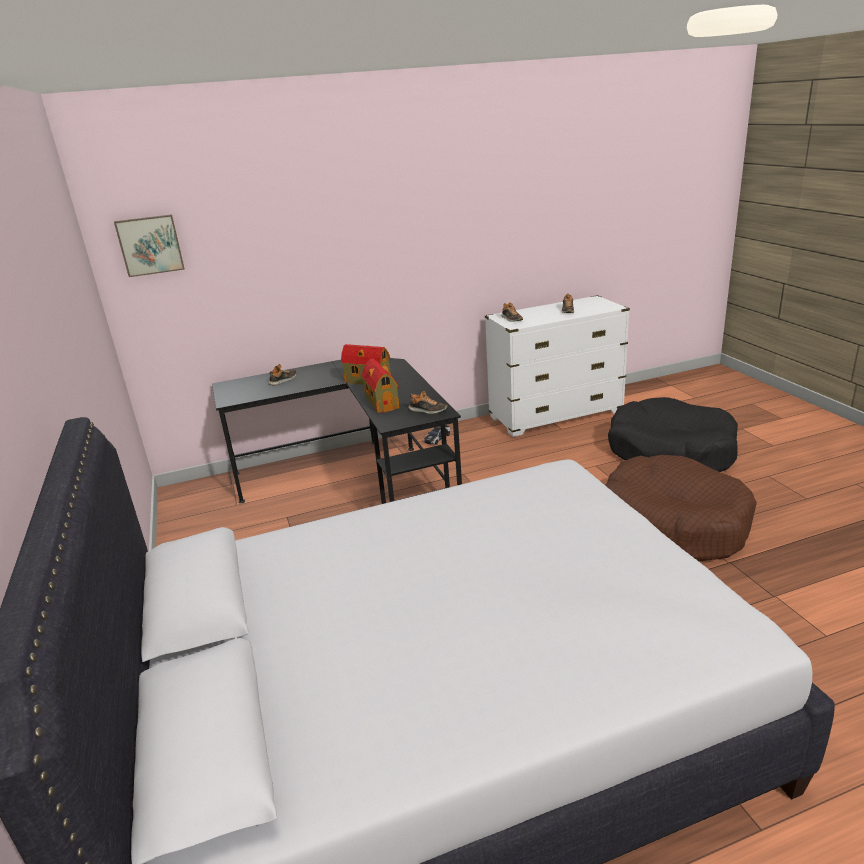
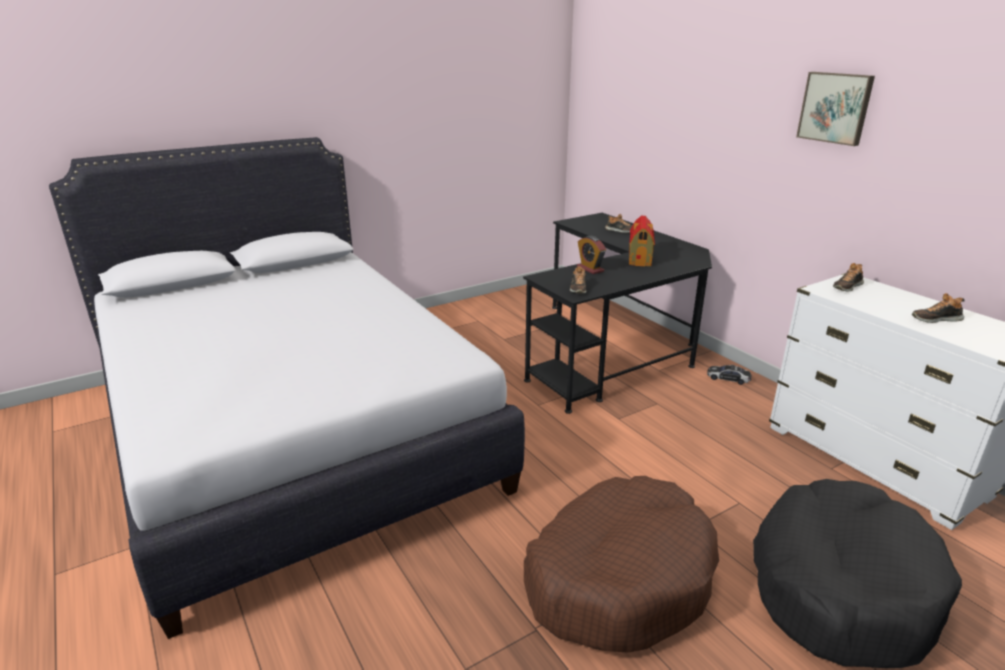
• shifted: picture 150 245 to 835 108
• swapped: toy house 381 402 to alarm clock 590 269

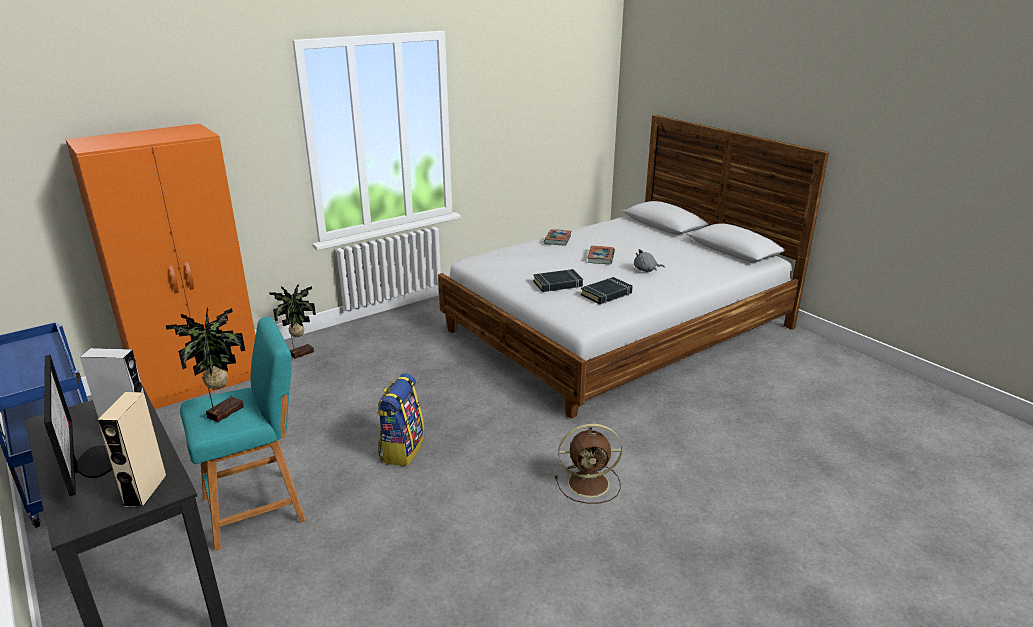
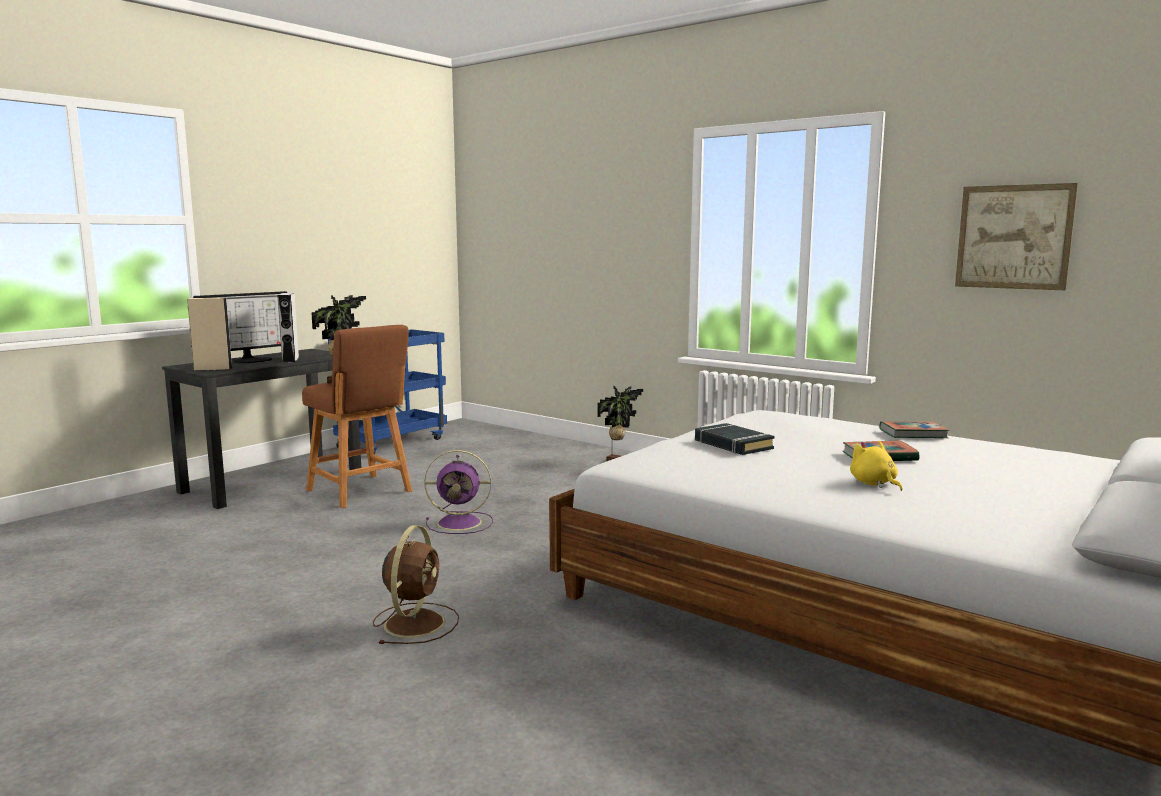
• gone: orange wardrobe 200 381
• gone: black book 606 294
• new: picture 1014 237
• swapped: backpack 402 449 to purple fan 461 523
• repainted: turquoise stool 259 507 to brown stool 361 492
• repainted: grey plush toy 646 270 to yellow plush toy 874 484
• rotated: brown fan 590 483 = 415 622 150 degrees counterclockwise

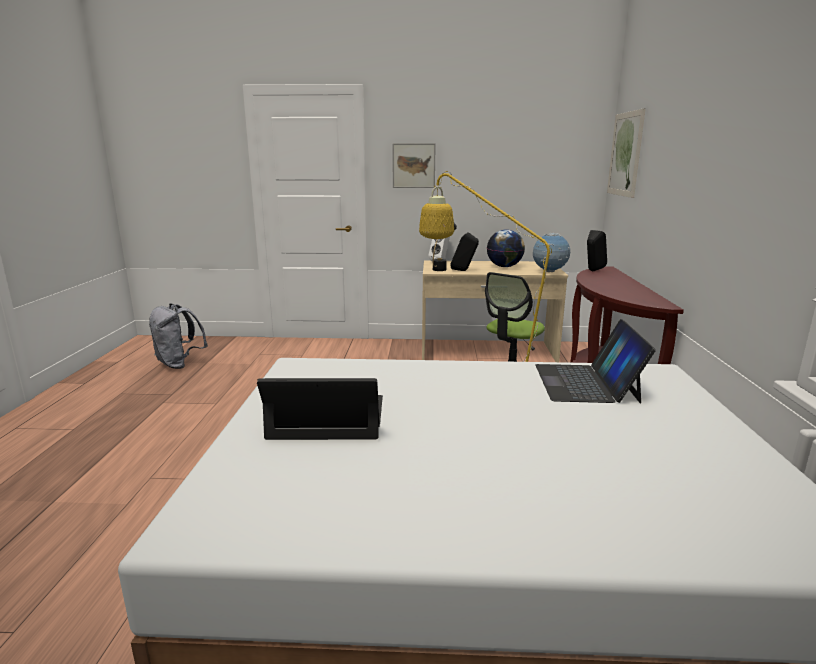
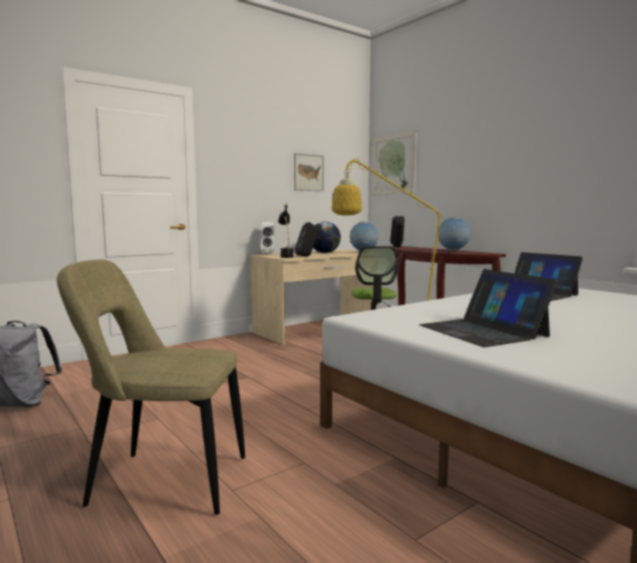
• new: beige chair 162 481
• new: globe 453 251
• shifted: picture 413 165 to 308 172
• rotated: laptop 327 417 = 483 331 75 degrees counterclockwise

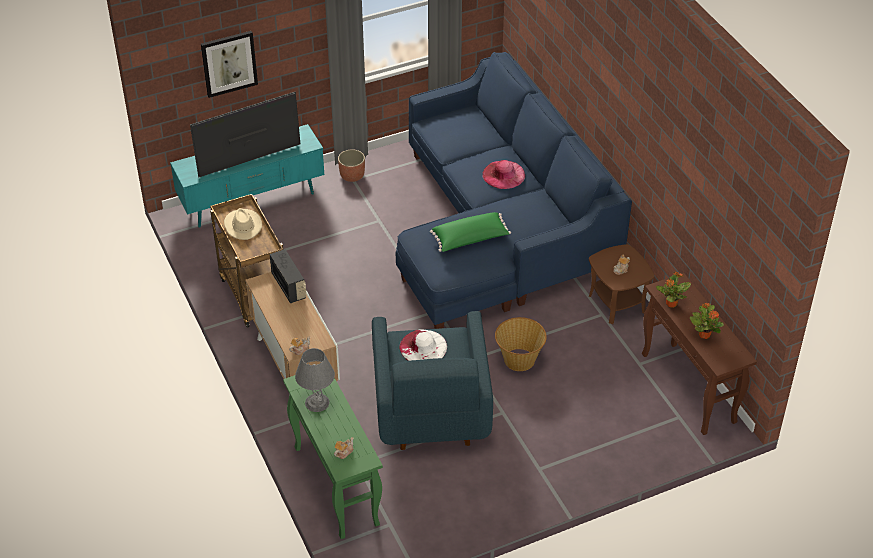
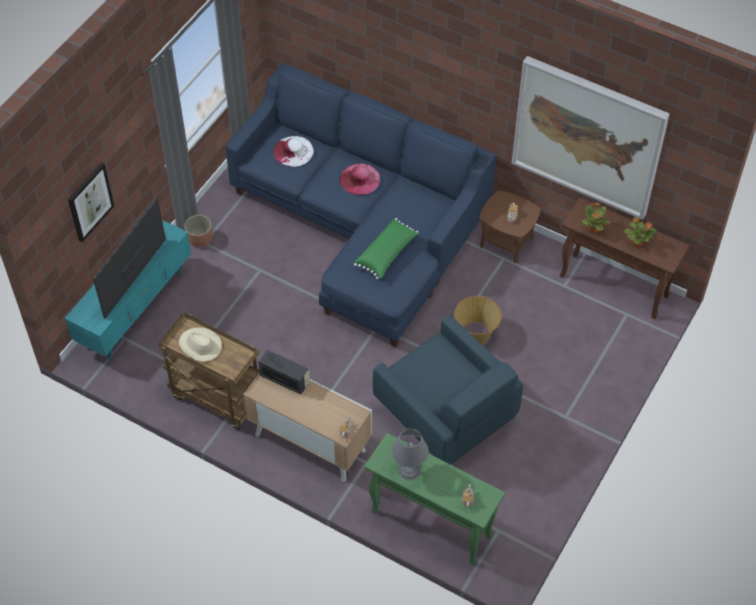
• new: picture 588 136
• shifted: white hat 423 347 to 293 151

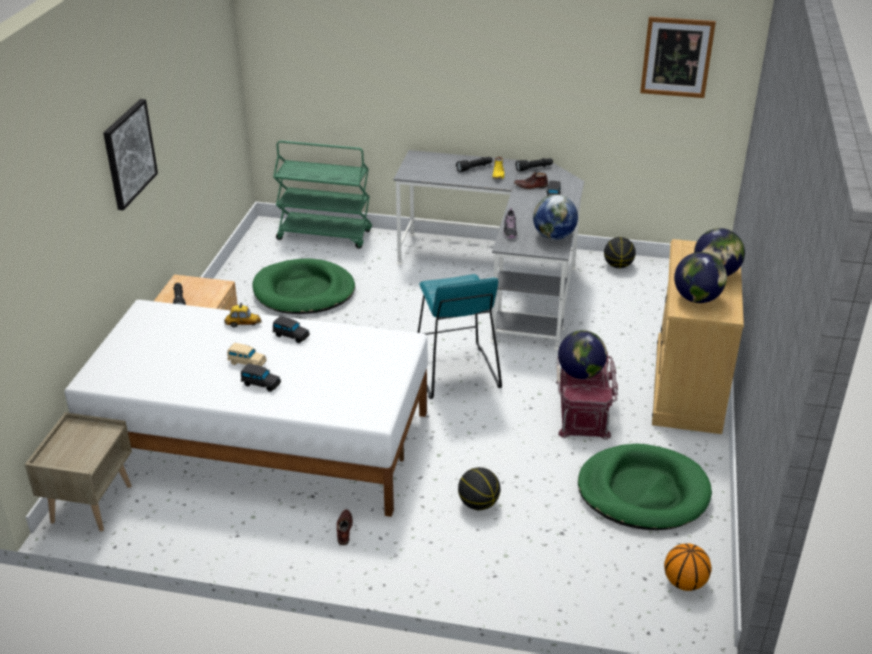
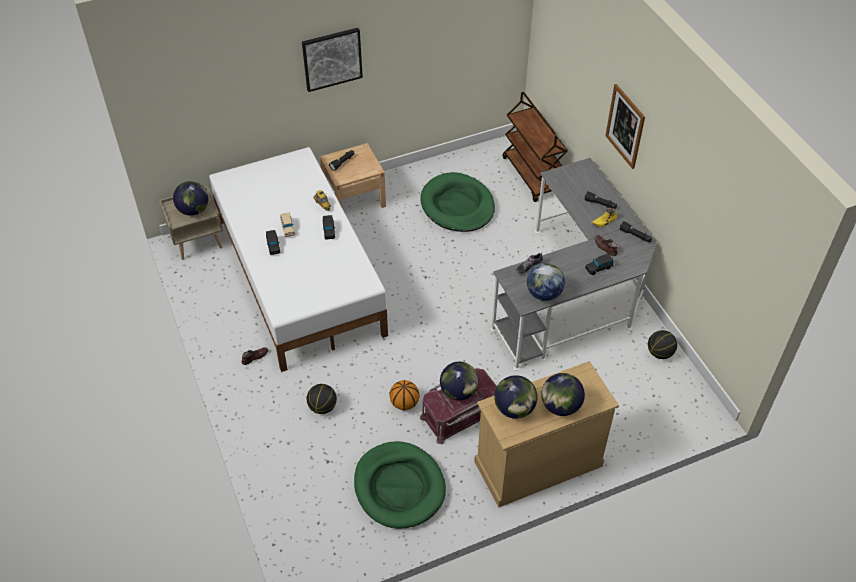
• gone: turquoise stool 455 372
• new: globe 193 210
• shifted: picture 677 57 to 625 126
• shifted: basketball 684 582 to 404 403
• repainted: green cart 325 235 to brown cart 532 176

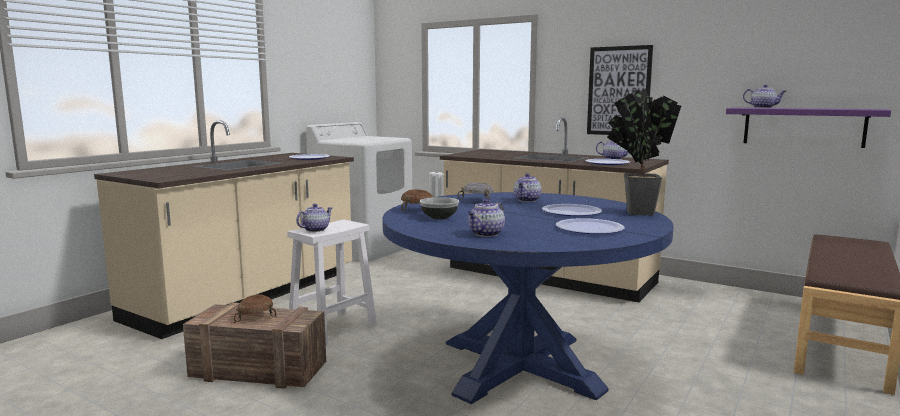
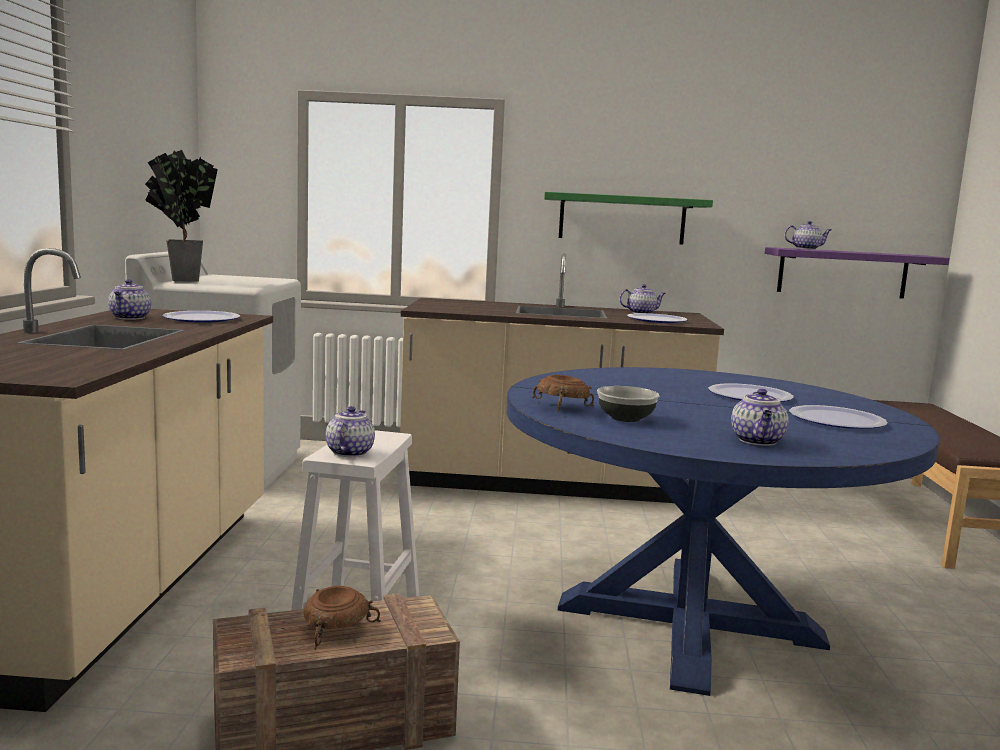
• gone: grey bowl 478 201
• shifted: teapot 527 200 to 130 318
• shifted: potted plant 634 212 to 180 279
• swapped: picture 619 91 to green shelf 622 219

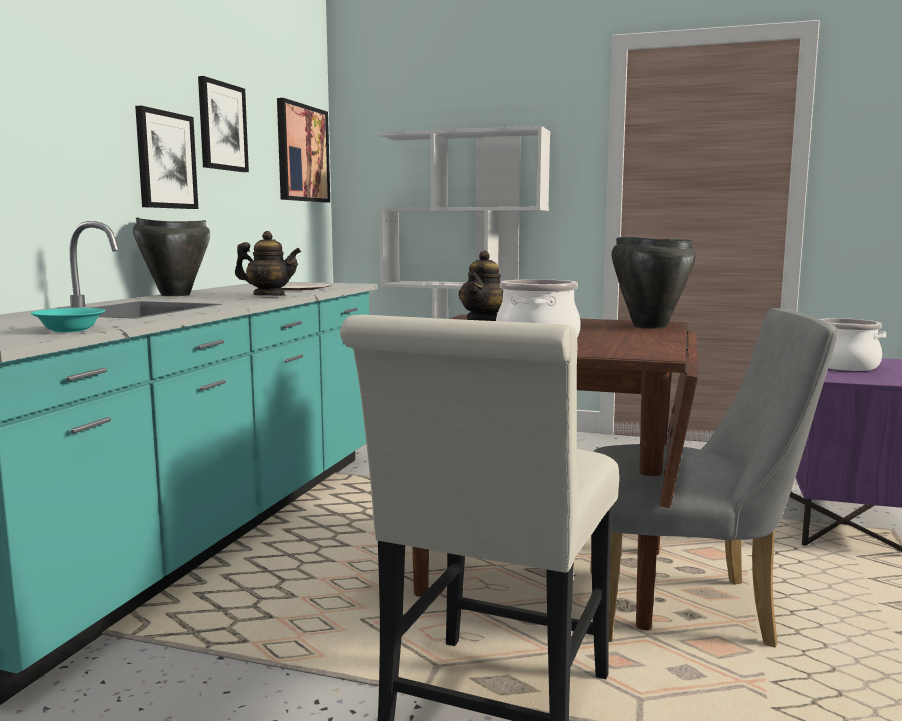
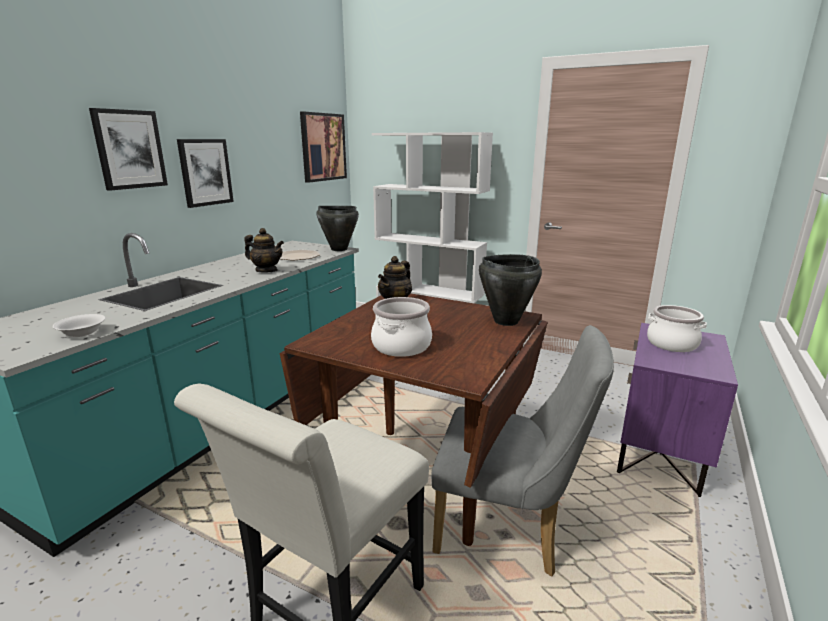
• shifted: black cooking pot 175 295 to 339 249
• shifted: picture 222 126 to 129 149
• repainted: turquoise bowl 70 330 to white bowl 82 332

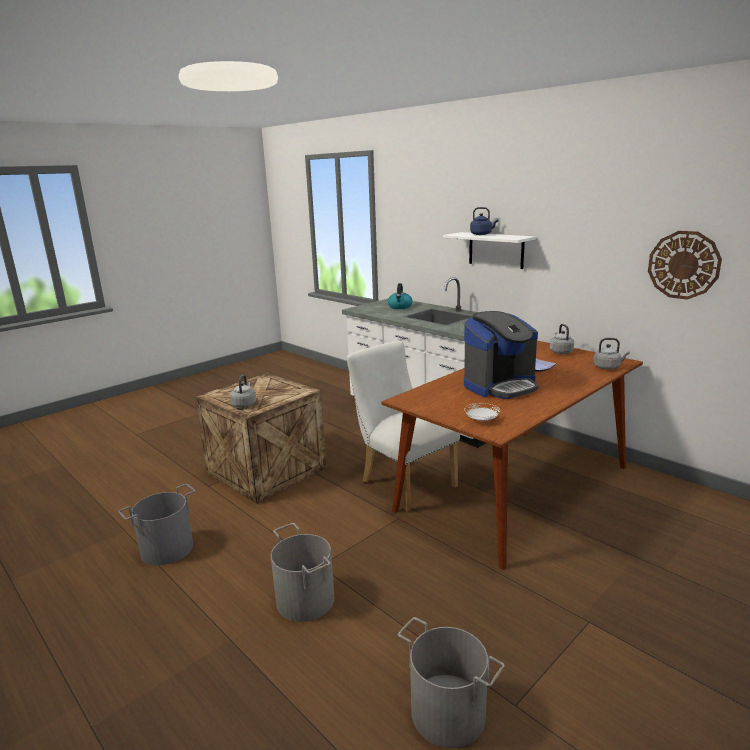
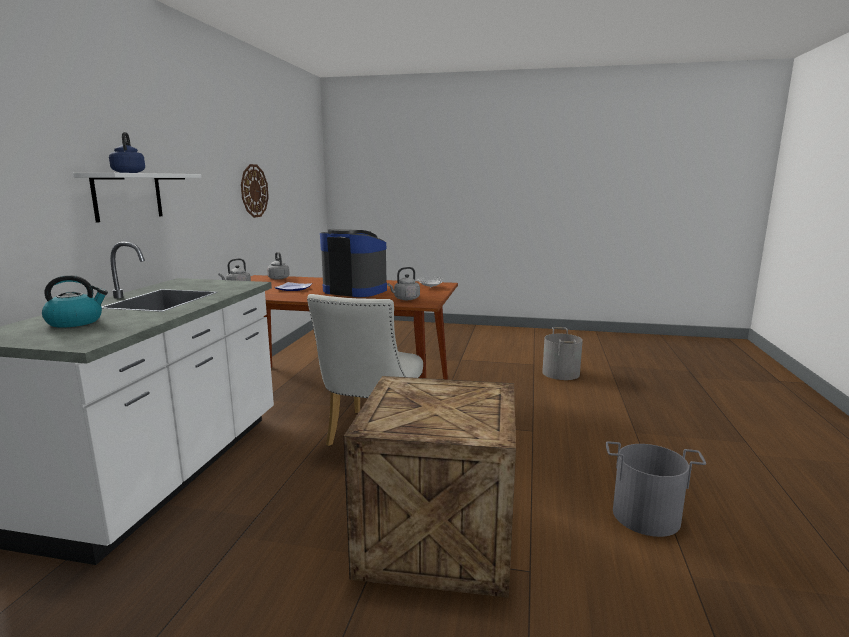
• gone: grey bucket 304 600
• shifted: grey kettle 244 404 to 405 299

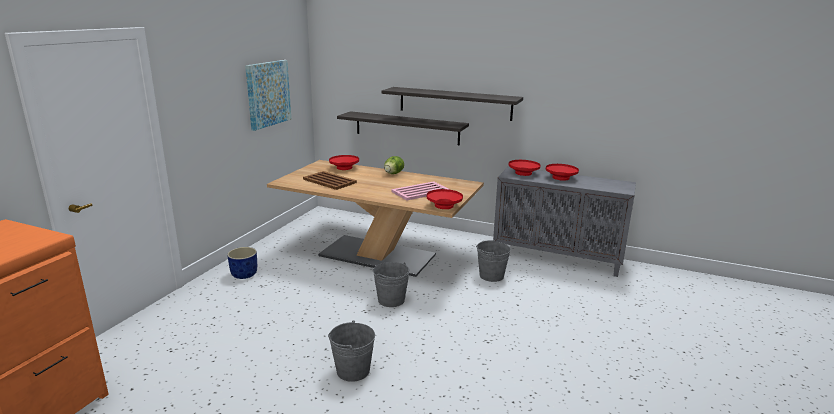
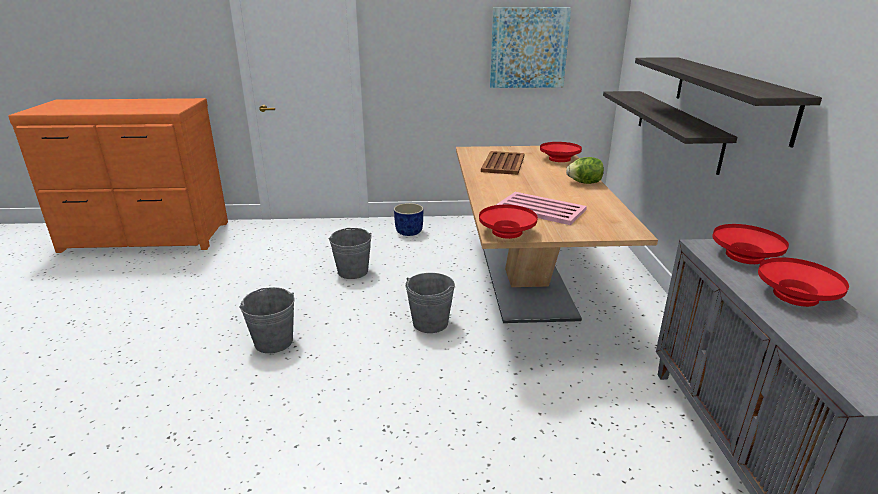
• shifted: grey bucket 491 275 to 353 271

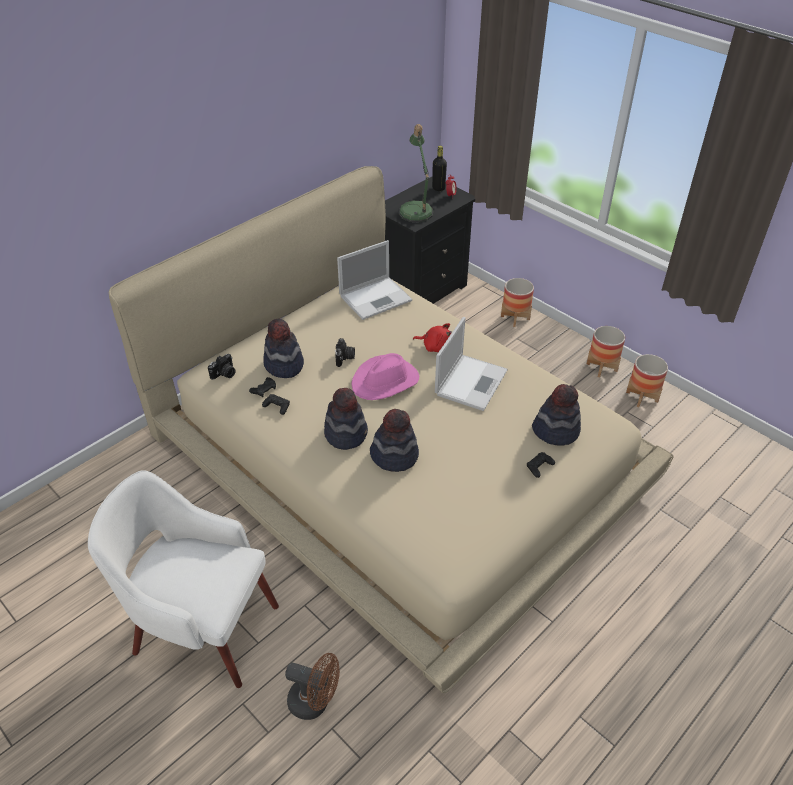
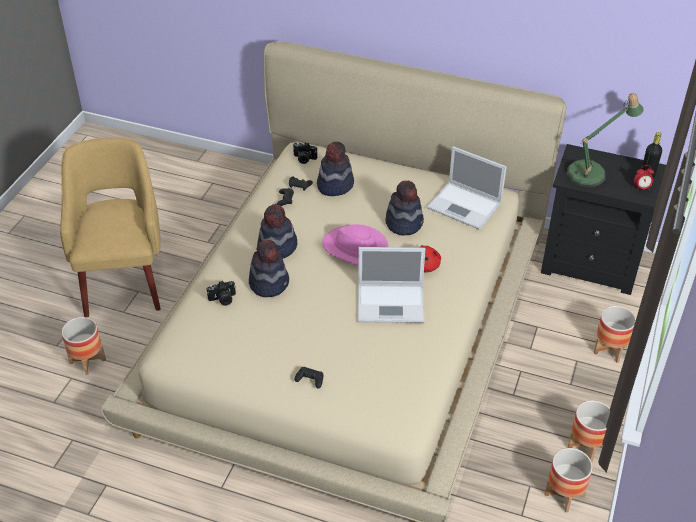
• shifted: photo camera 345 358 to 223 299
• shifted: hat 555 430 to 404 223
• swapped: brown fan 315 702 to planter 88 361
• repainted: white armchair 202 627 to yellow armchair 123 278

